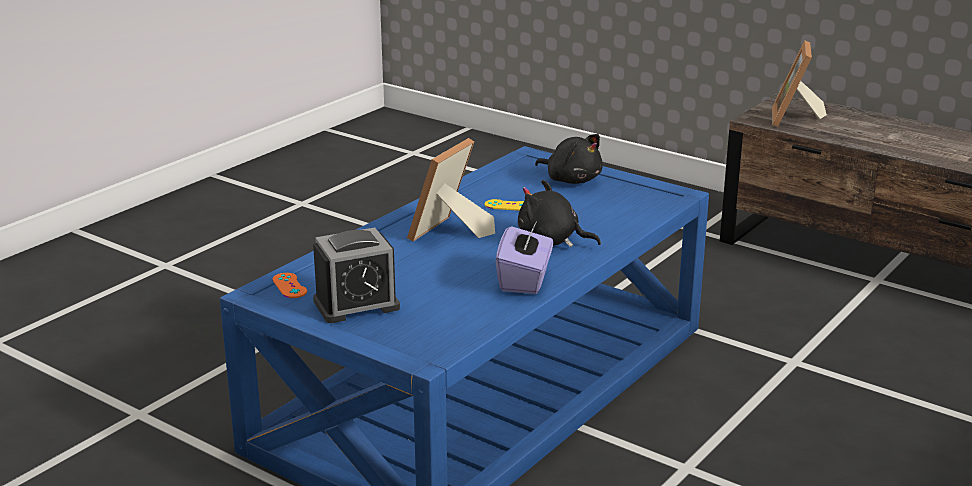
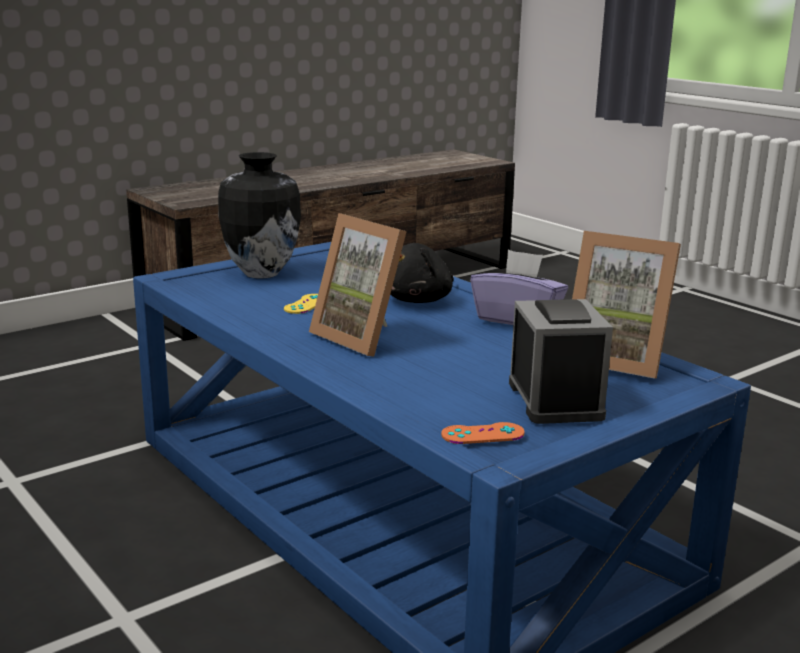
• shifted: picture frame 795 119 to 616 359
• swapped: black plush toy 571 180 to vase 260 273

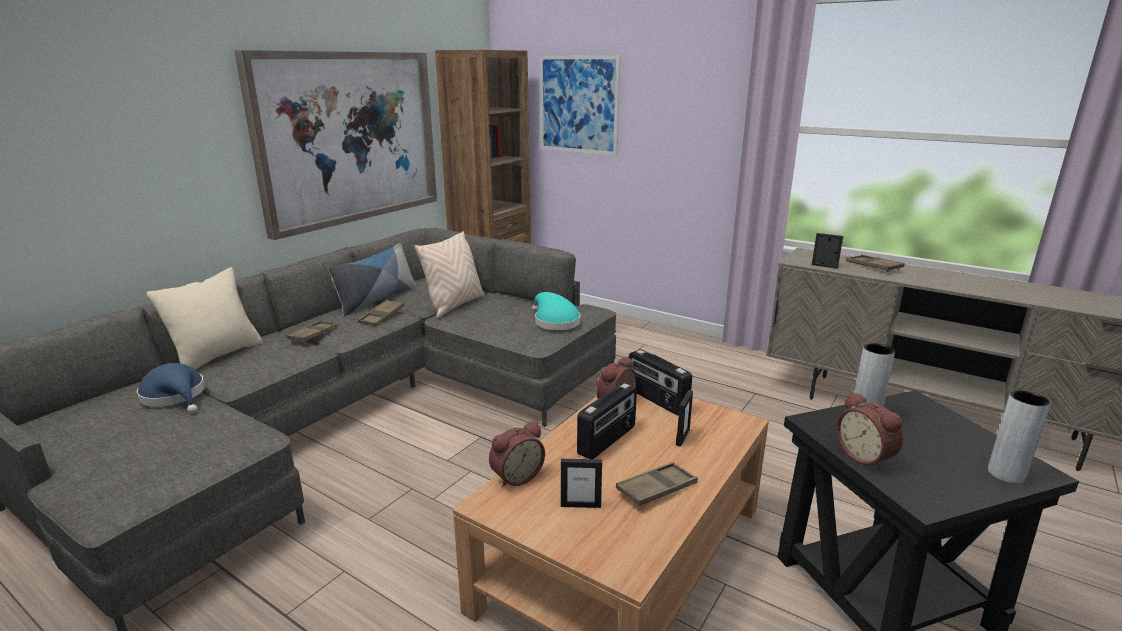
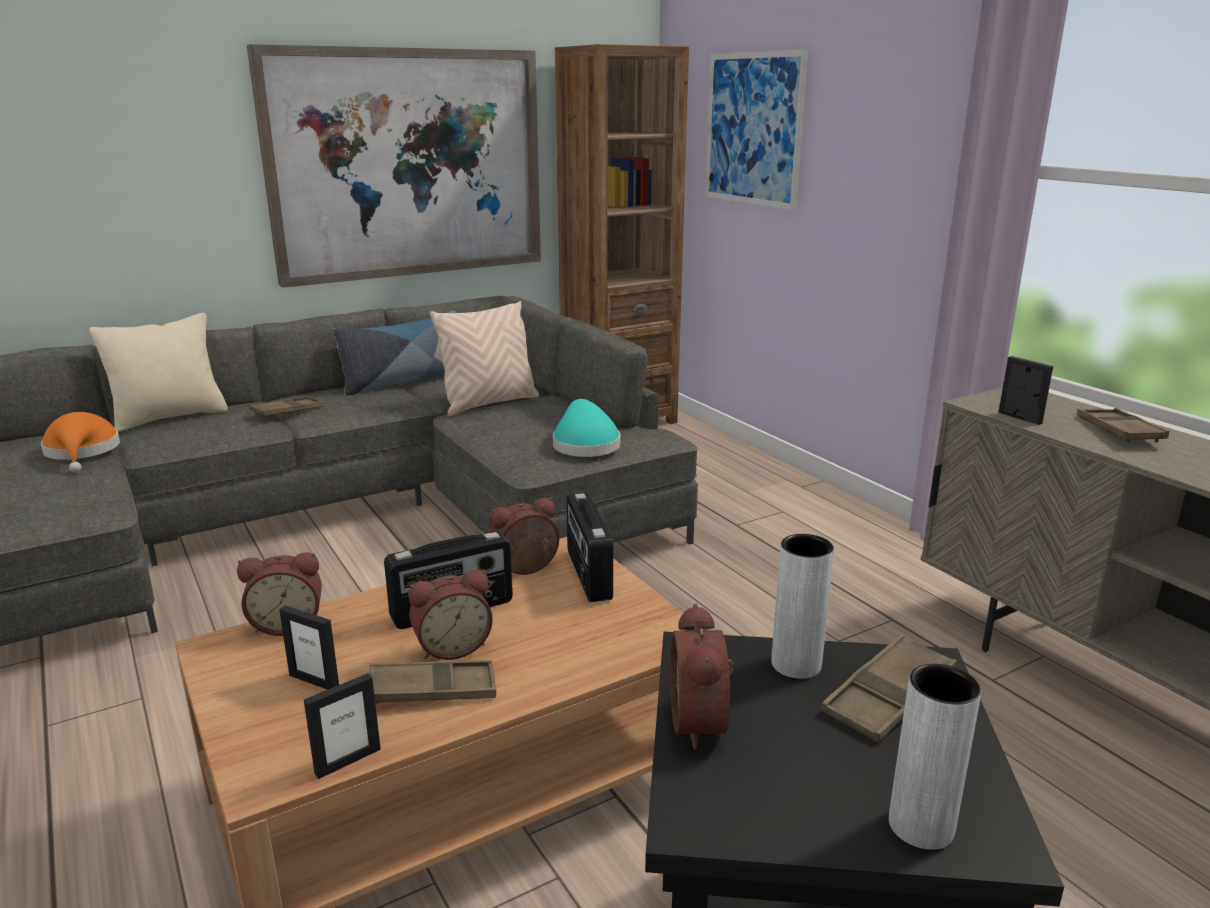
• new: alarm clock 452 647
• shifted: brown tray 382 316 to 888 696
• shifted: picture frame 682 437 to 347 761
• repainted: blue hat 175 396 to orange hat 82 452

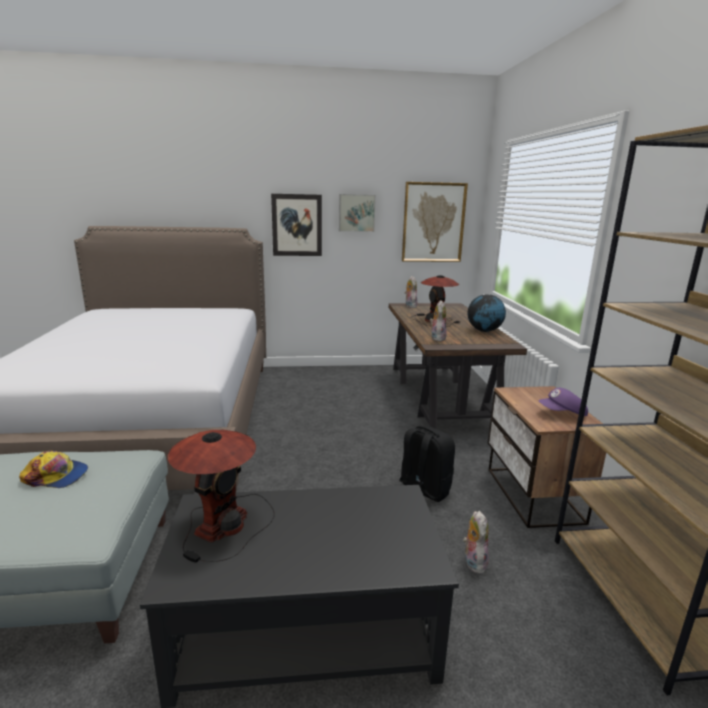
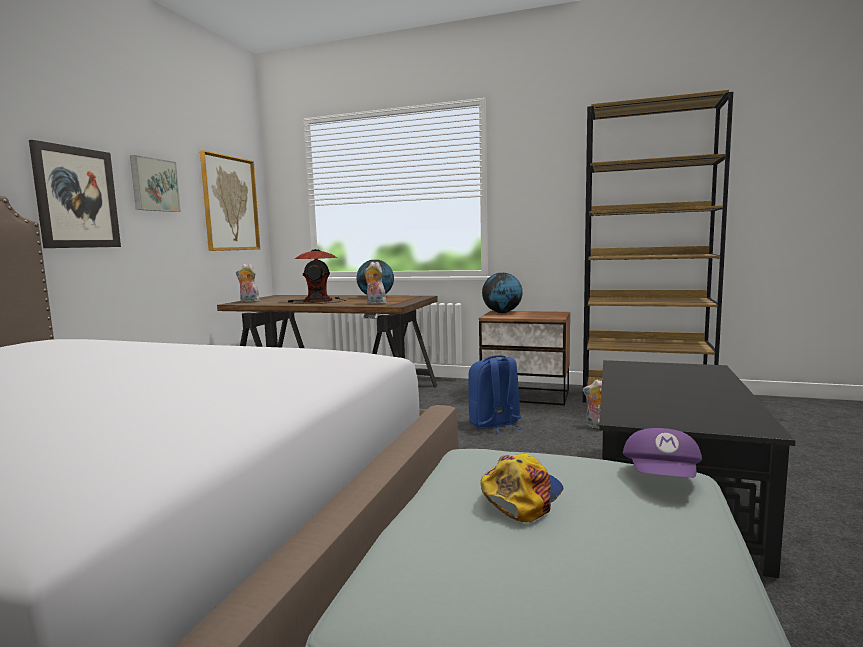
• gone: table lamp 224 523
• new: globe 502 312
• shifted: purple cap 562 413 to 662 478
• repainted: black backpack 423 491 to blue backpack 494 424

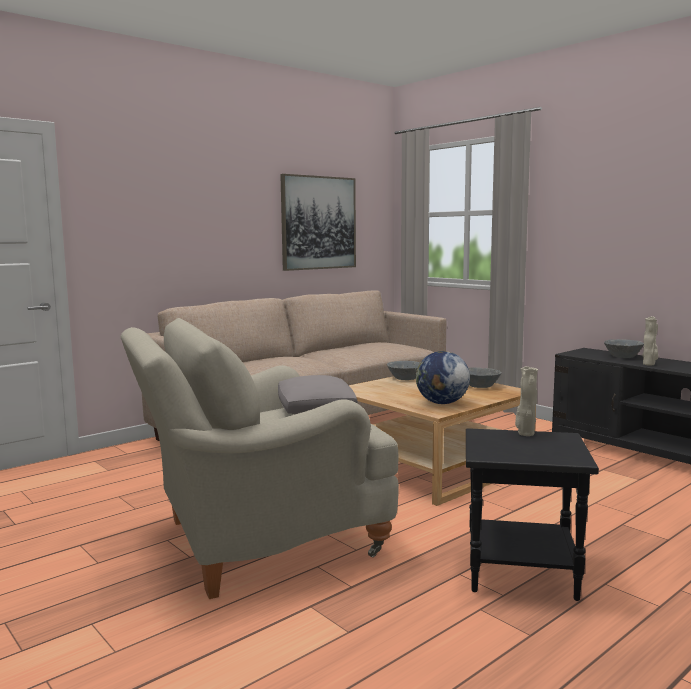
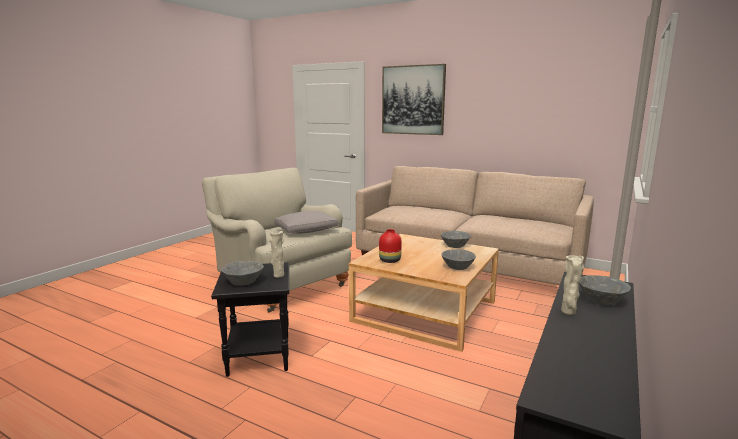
• new: grey bowl 243 282
• shifted: picture 318 223 to 413 100
• swapped: globe 441 403 to red vase 389 260

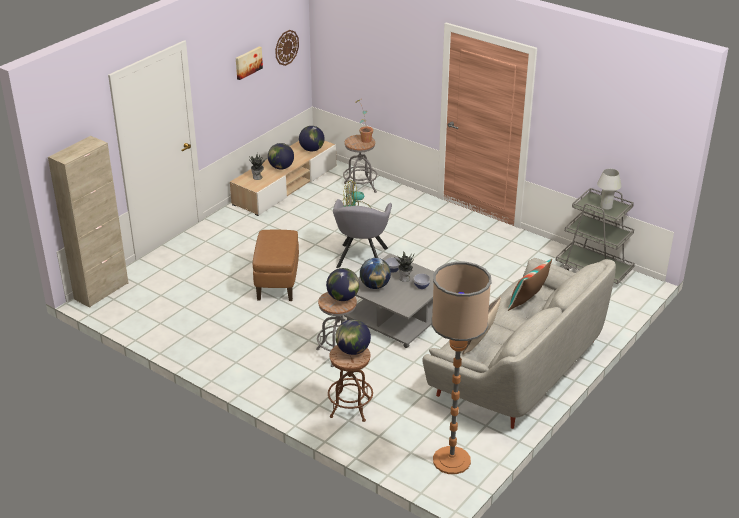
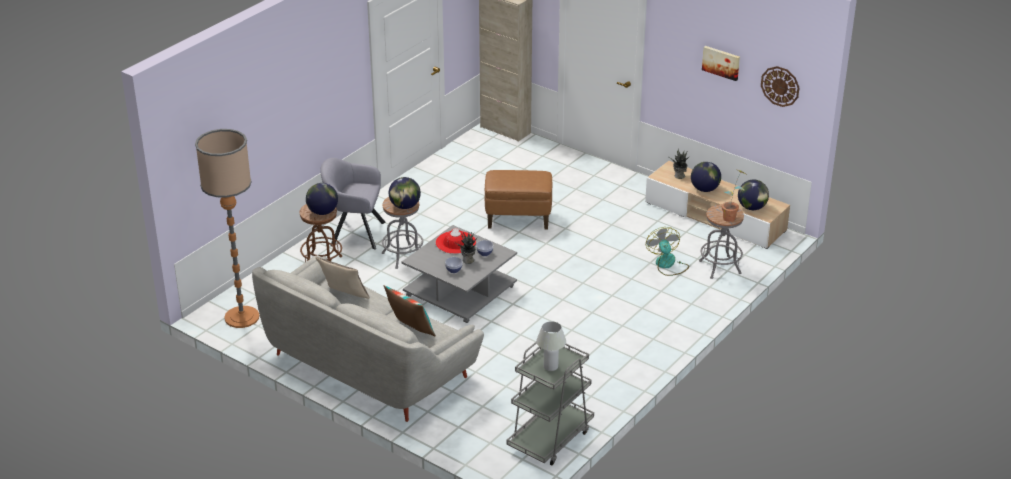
• shifted: grey armchair 361 259 to 354 233
• swapped: globe 375 286 to red hat 455 242

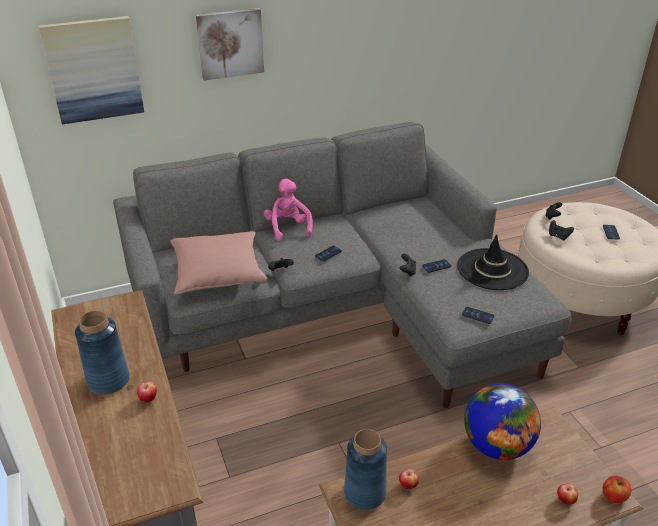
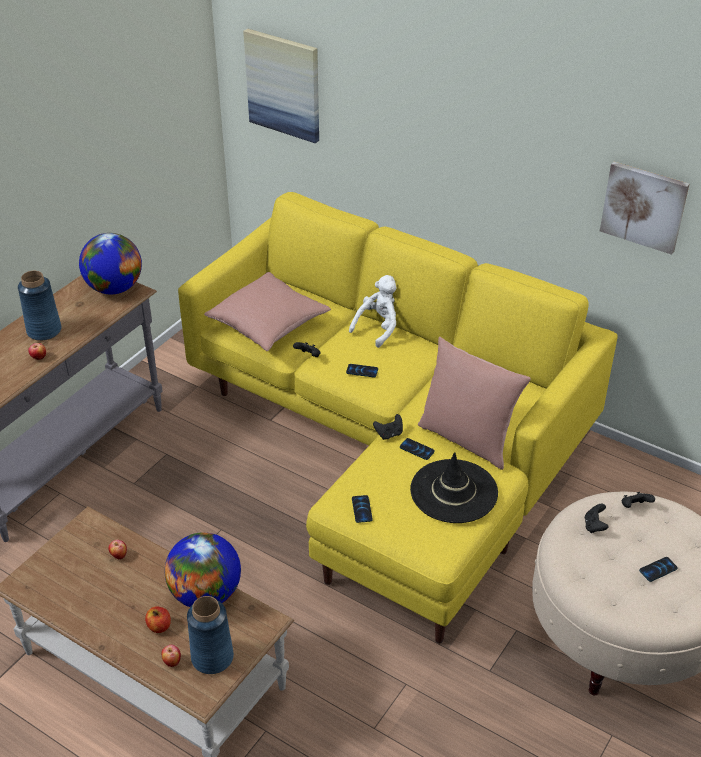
• new: globe 114 288
• new: pink pillow 467 439
• shifted: picture 230 43 to 644 206
• shifted: blue vase 365 493 to 212 657
• shifted: apple 613 496 to 159 626
• repainted: grey sofa 339 311 to yellow sofa 393 446
• repainted: pink plush toy 288 228 to white plush toy 379 328

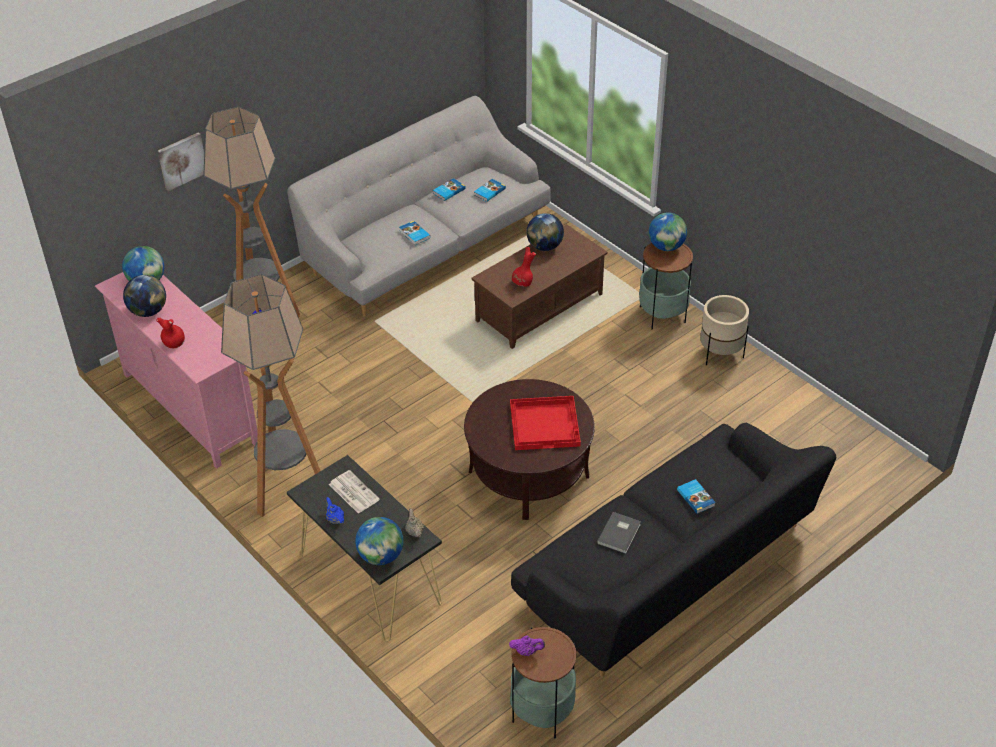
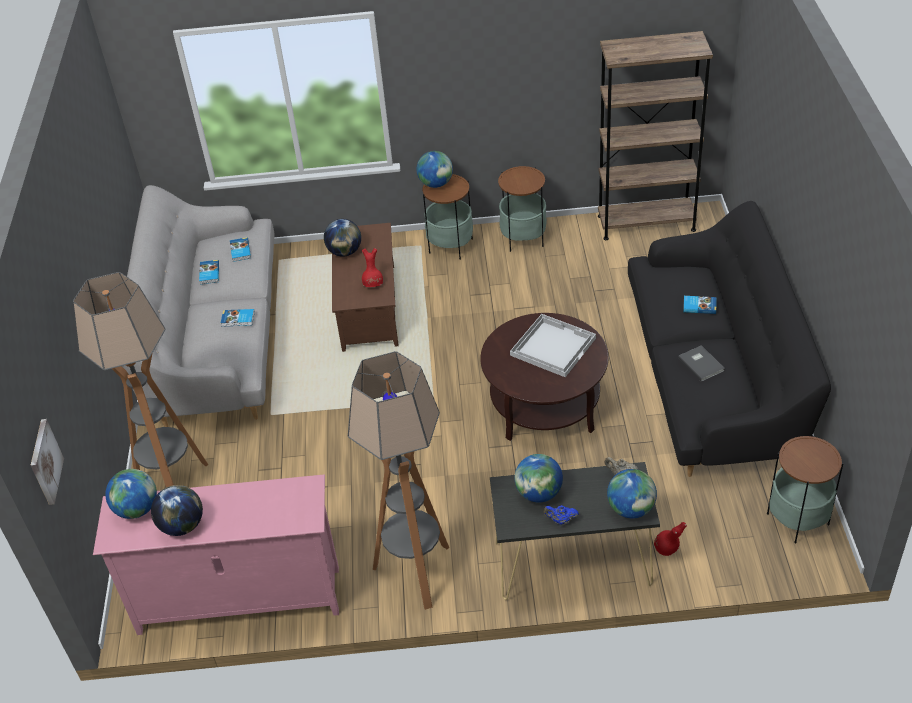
• gone: purple teapot 527 651
• new: brown bookcase 646 223
• shifted: red vase 173 343 to 667 549
• shifted: picture 182 160 to 45 462
• swapped: newspaper 353 492 to globe 539 493
• swapped: beige planter 720 354 to side table 523 238
• repainted: red tray 545 424 to white tray 552 346

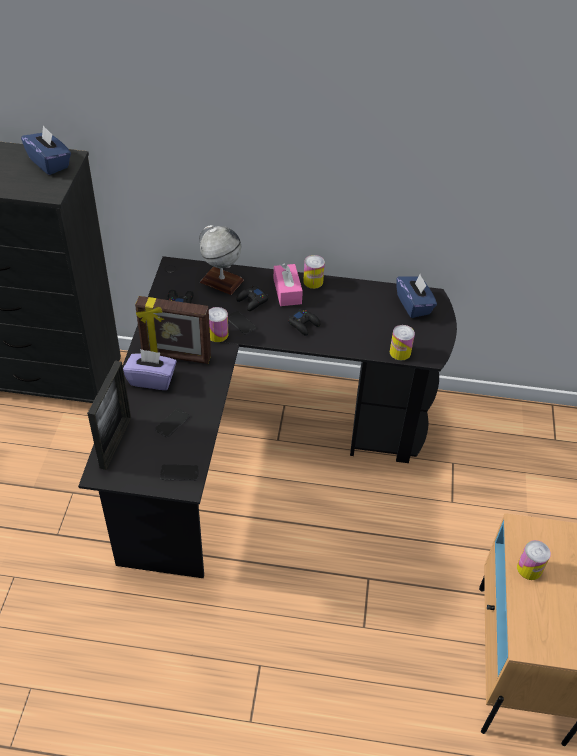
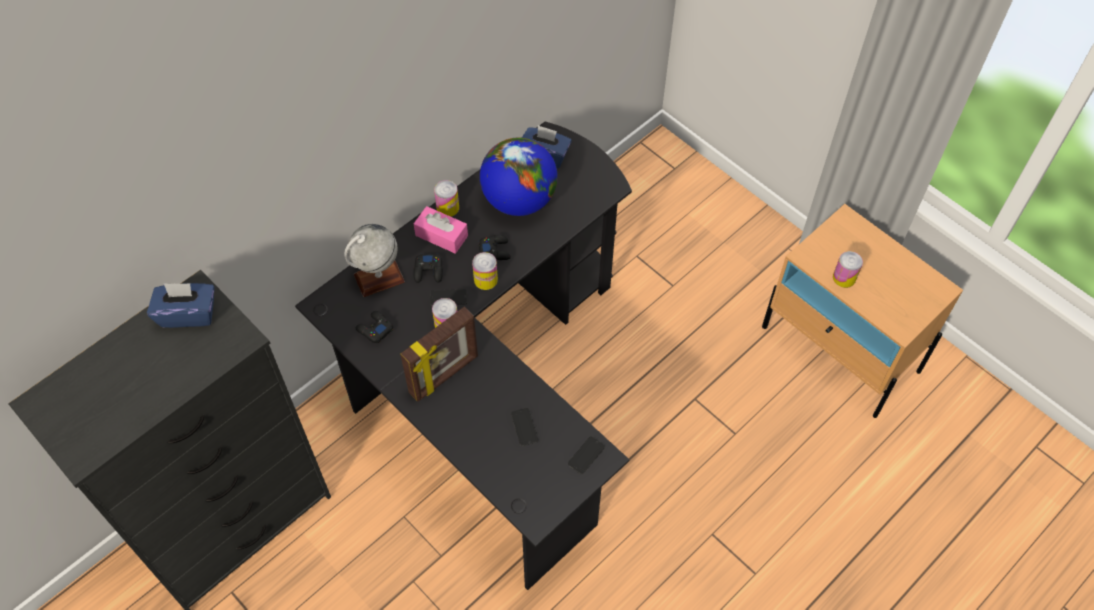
• gone: picture frame 115 442
• gone: purple tissue box 152 379
• new: globe 519 200
• shifted: can 400 352 to 485 279

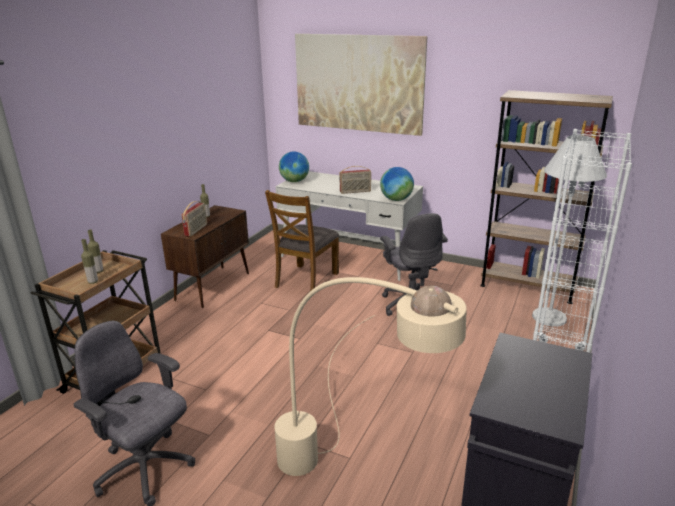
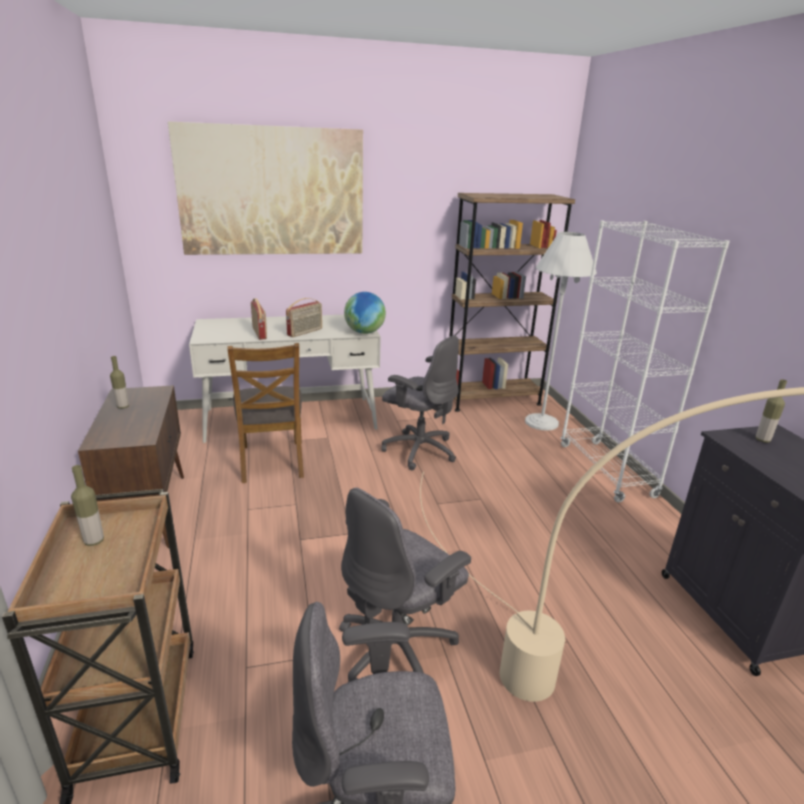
• gone: globe 294 181
• new: grey office chair 398 650
• shifted: bottle 93 282 to 762 440
• shifted: radio 196 230 to 260 333

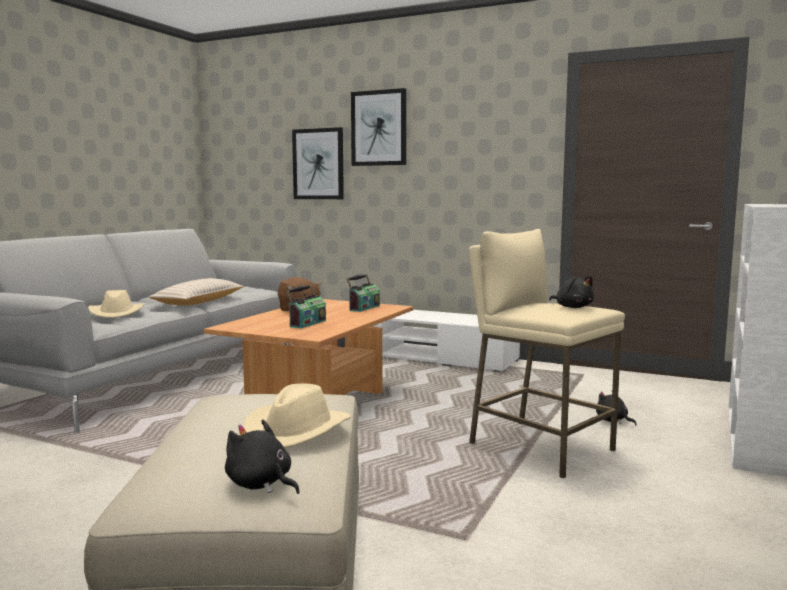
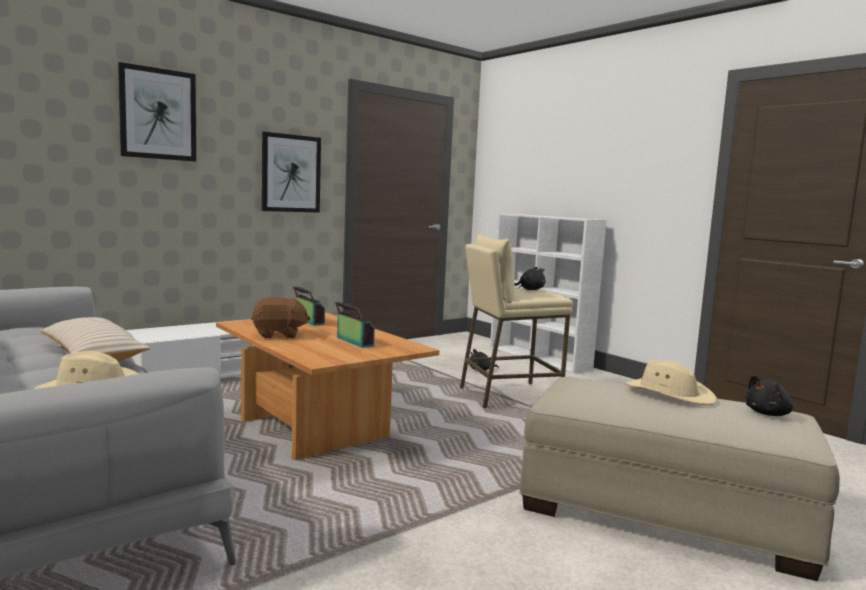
• shifted: picture 318 164 to 291 173

